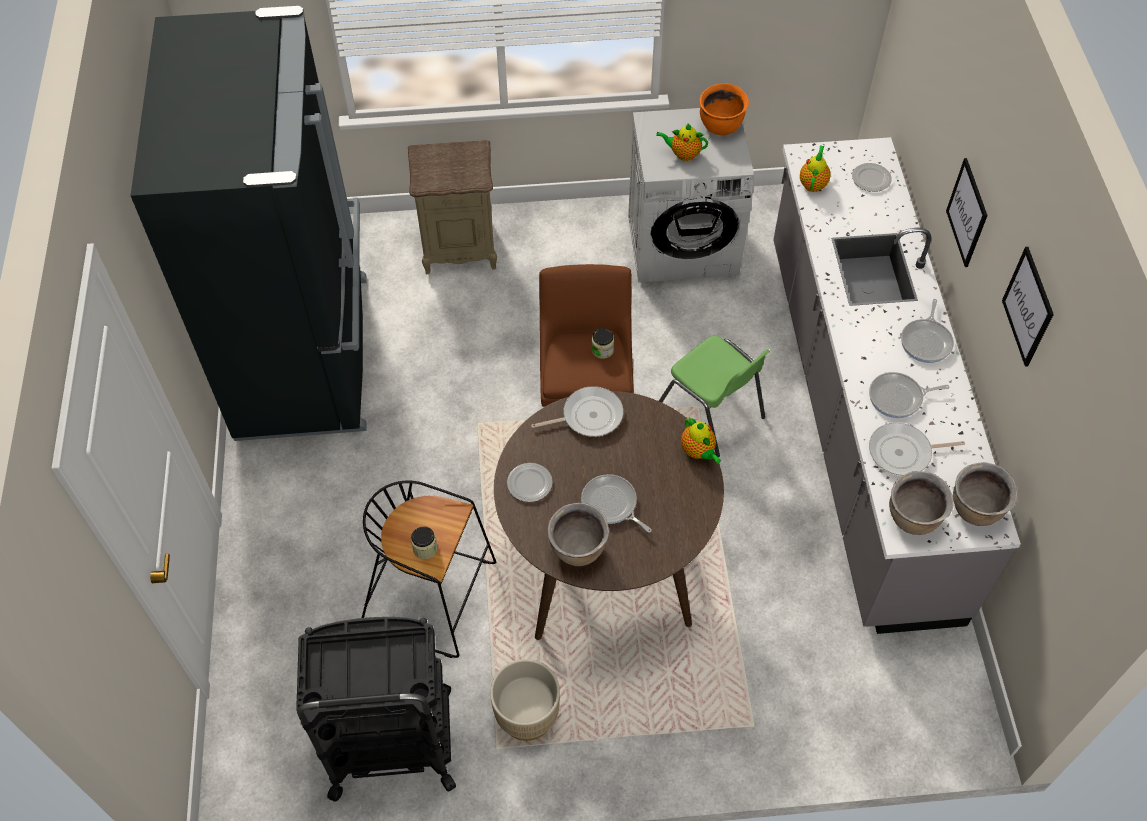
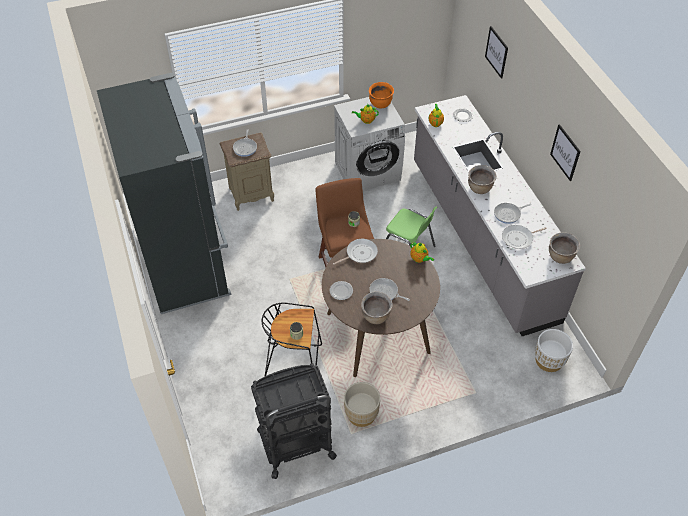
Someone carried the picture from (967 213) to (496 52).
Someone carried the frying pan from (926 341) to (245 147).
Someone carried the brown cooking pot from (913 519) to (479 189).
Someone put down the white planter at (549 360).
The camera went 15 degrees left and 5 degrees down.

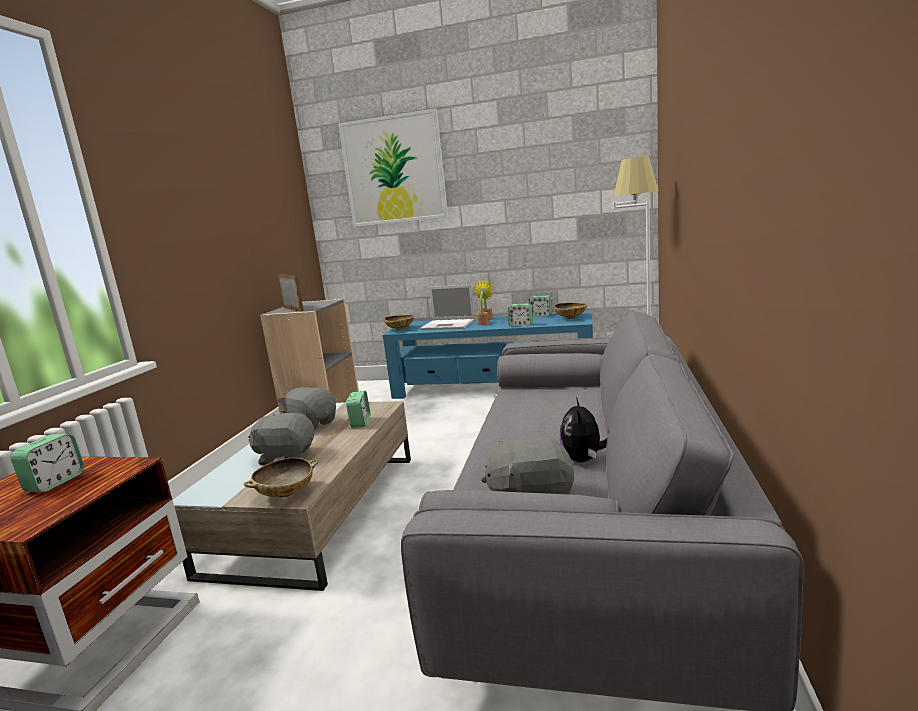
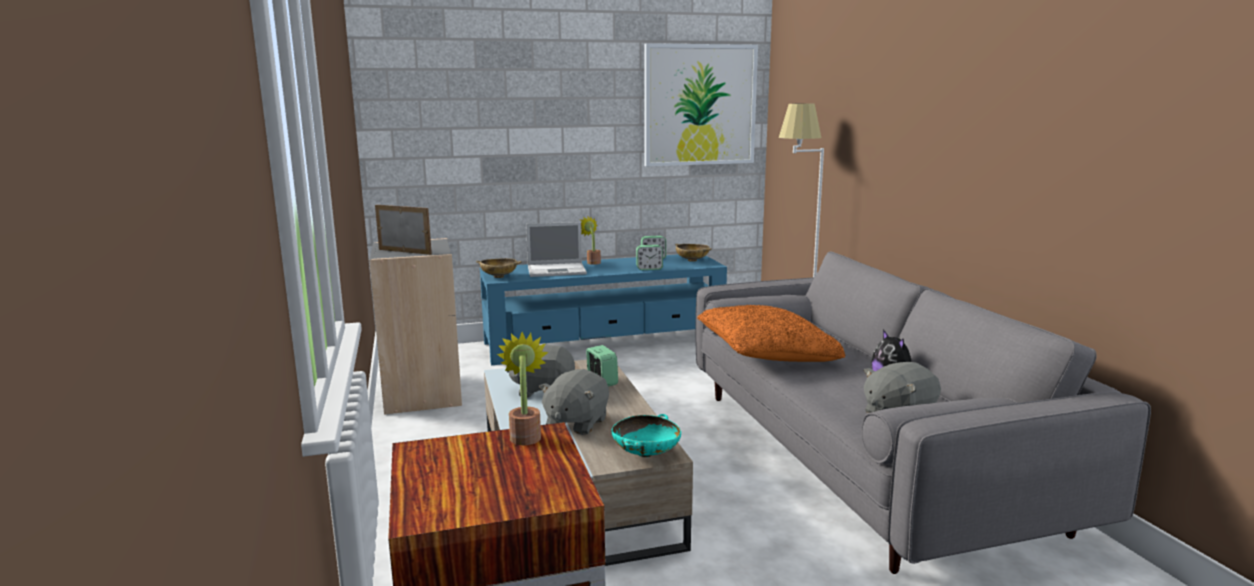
Someone carried the picture from (394 170) to (700 105).
Someone carried the potted plant from (484 323) to (525 435).
Someone rotated the grey plush toy at (286 456) by 45 degrees counterclockwise.
Someone took away the alarm clock at (55 483).
Someone repainted the beige bowl at (286 494), which became the turquoise bowl at (646 453).
Someone put down the orange pillow at (768 354).
The camera went 30 degrees left and 0 degrees up.

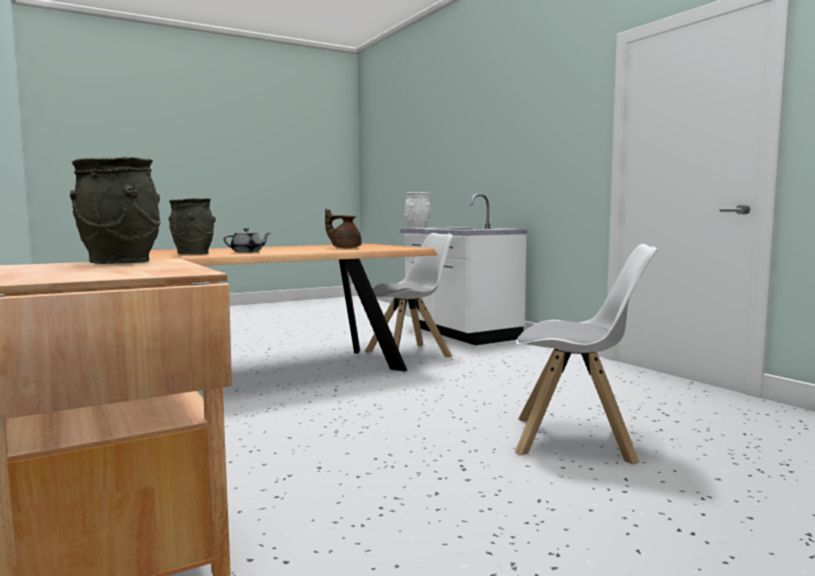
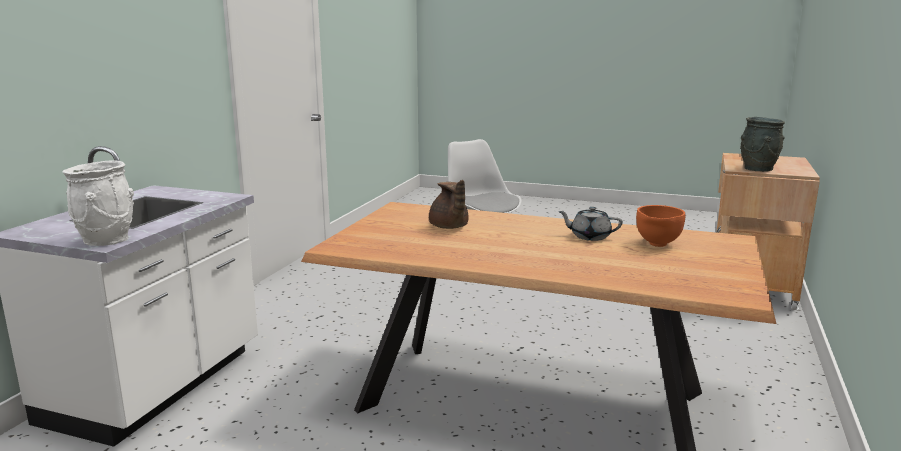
Someone swapped the grey vase at (193 253) for the orange bowl at (657 245).
Someone took away the chair at (410 354).
The camera went 130 degrees left and 10 degrees up.

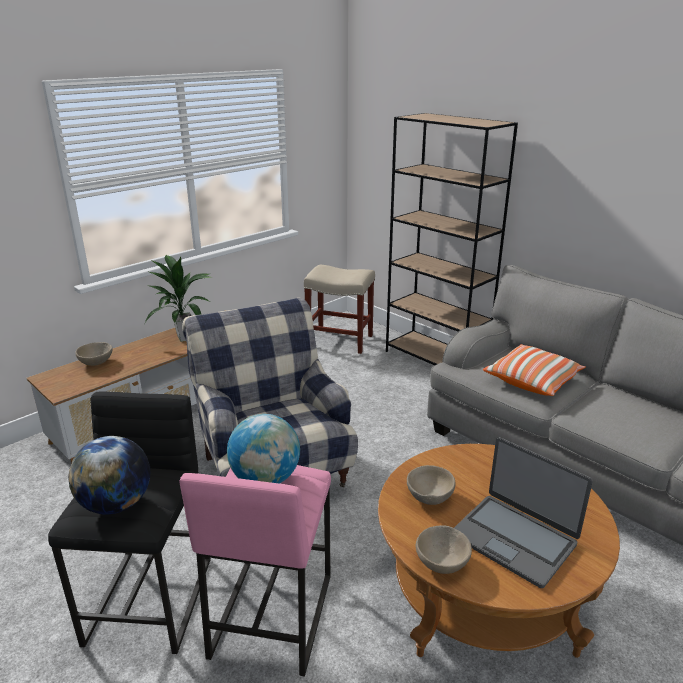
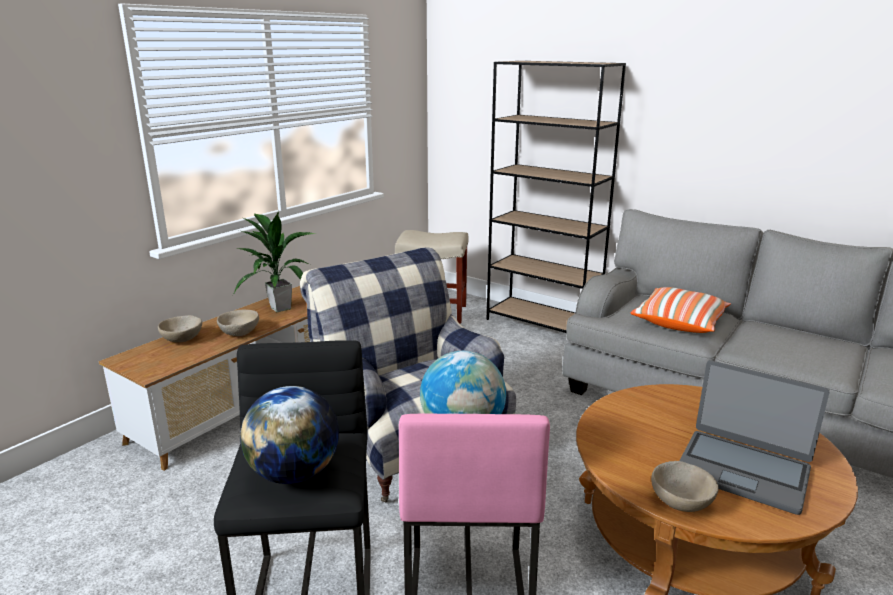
Someone carried the beige bowl from (429 496) to (239 333).
The camera went 10 degrees left and 5 degrees down.

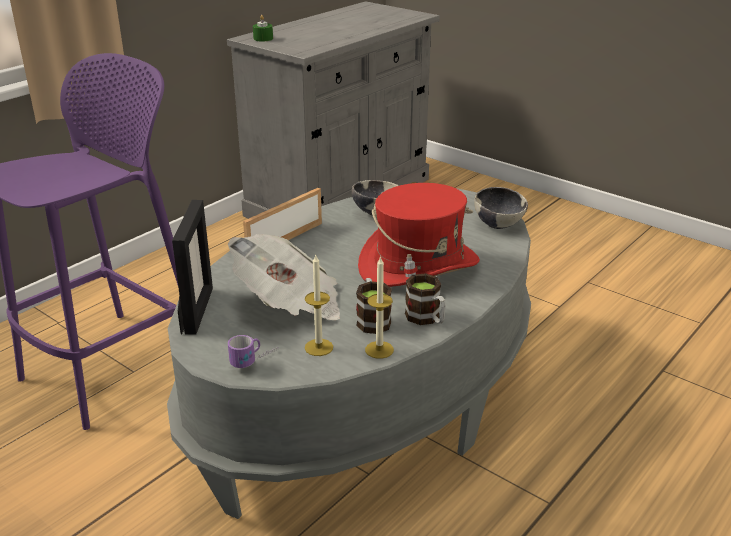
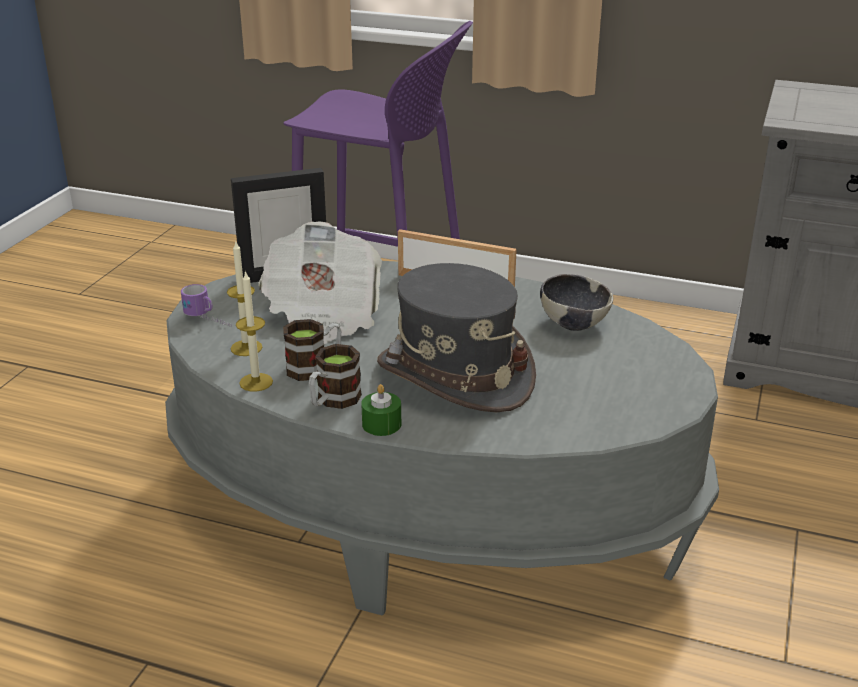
Someone carried the green candle from (263 38) to (381 424).
Someone repainted the red hat at (418 266), which became the grey hat at (455 375).
Someone took away the bowl at (498 224).
The camera went 70 degrees right and 0 degrees up.

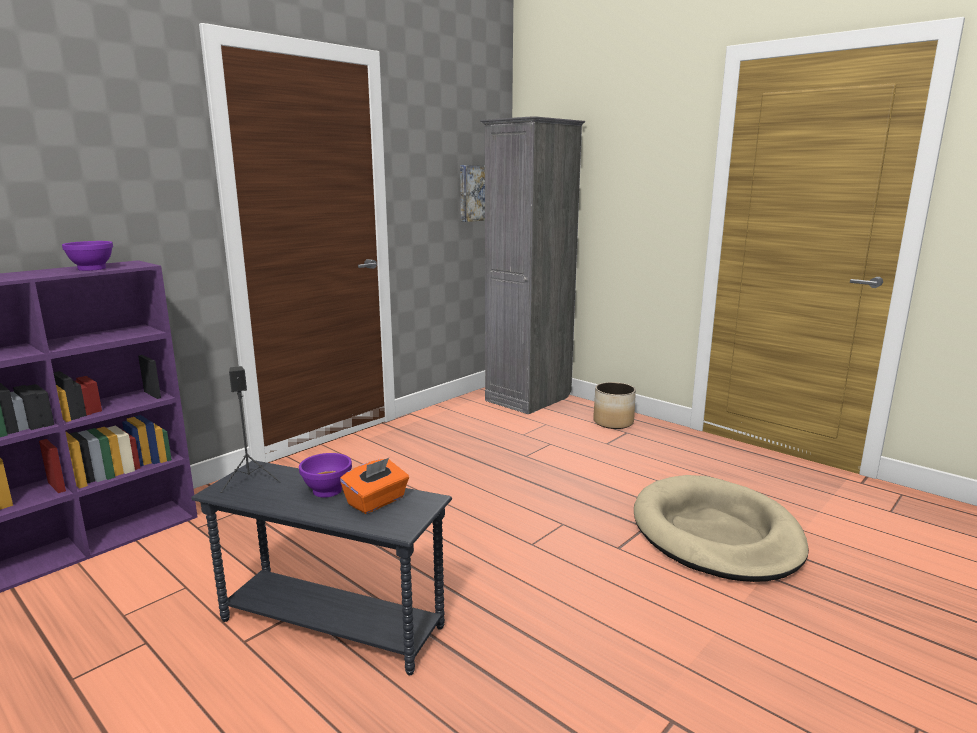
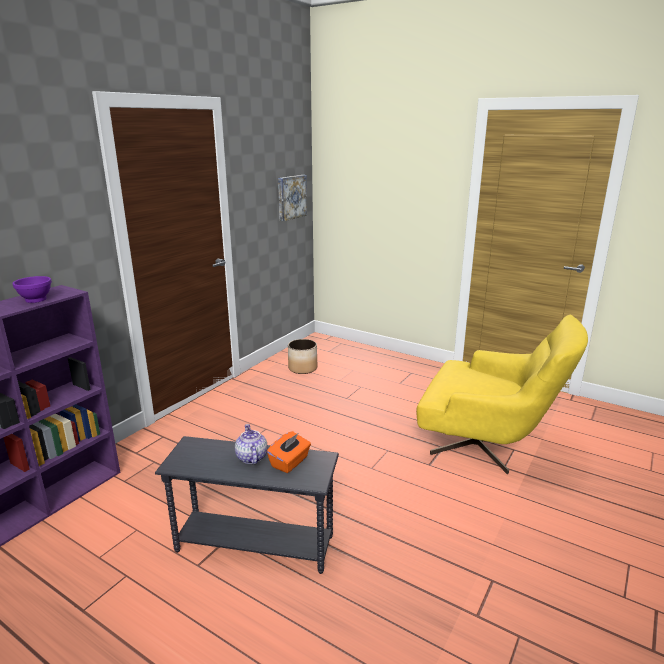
Someone took away the grey cabinet at (528 399).
Someone took away the black speaker at (250 480).
Someone carried the planter from (613 422) to (303 368).
Someone swapped the purple bowl at (326 491) for the teapot at (251 457).
Someone swapped the beige dog bed at (715 534) for the yellow armchair at (488 447).
The camera went 10 degrees left and 5 degrees up.

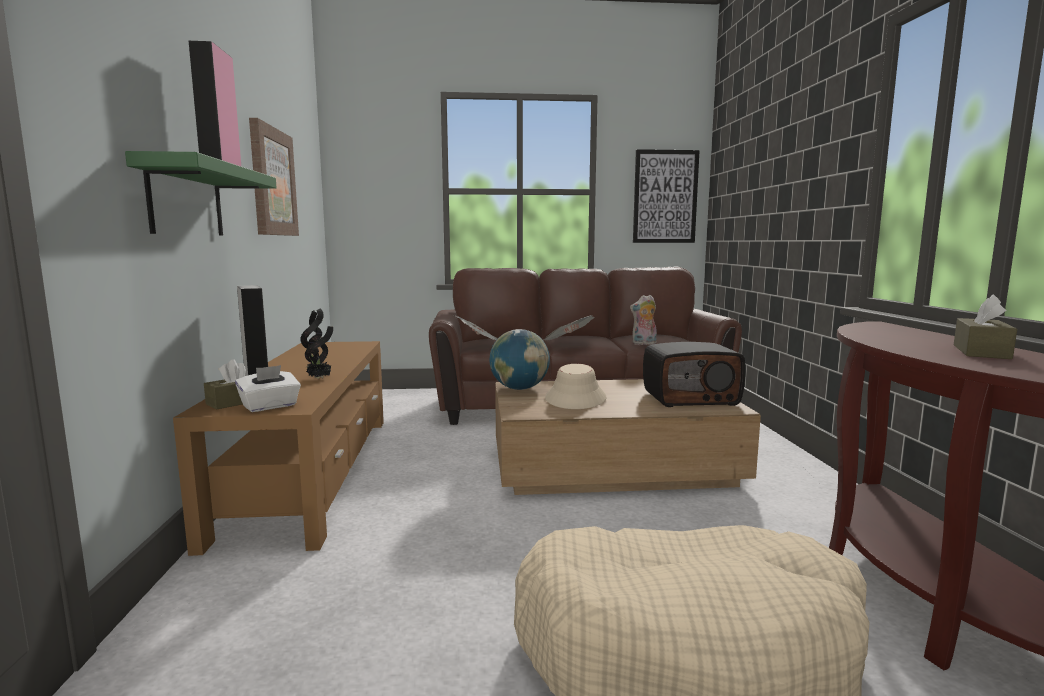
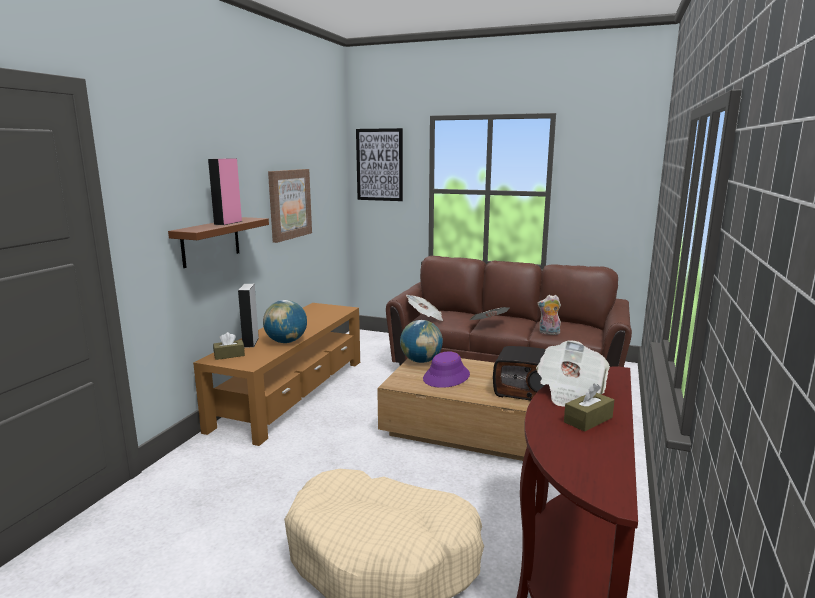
Someone carried the picture from (665 197) to (379 165).
Someone repainted the green shelf at (186 200), which became the brown shelf at (210 241).
Someone swapped the potted plant at (319 378) for the globe at (286 342).
Someone repainted the beige hat at (576 398), which became the purple hat at (446 377).
Someone took away the white tissue box at (270 406).
Someone put down the newspaper at (570 392).
The camera went 25 degrees right and 5 degrees up.

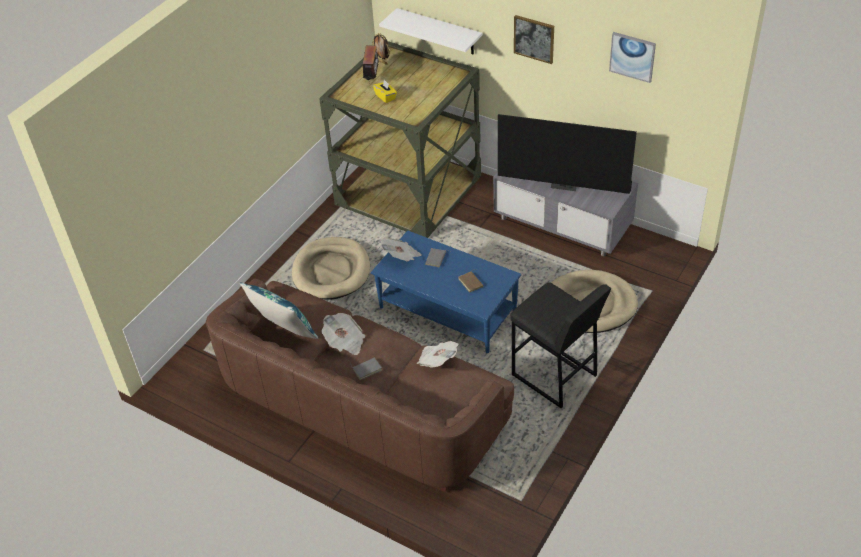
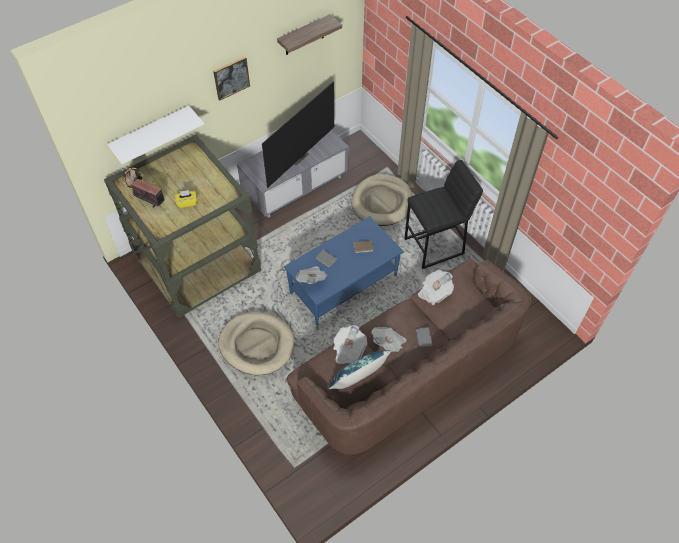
Someone swapped the picture at (632 56) for the shelf at (304 36).
Someone put down the newspaper at (348 350).
The camera went 70 degrees left and 10 degrees up.

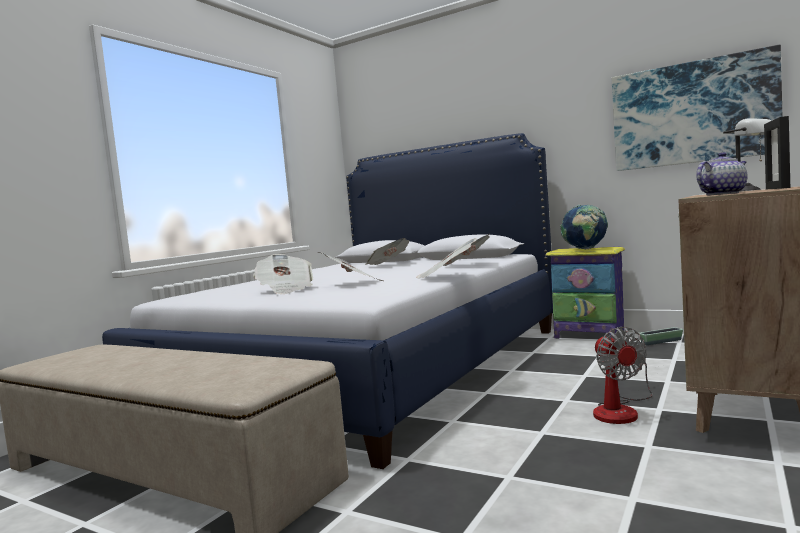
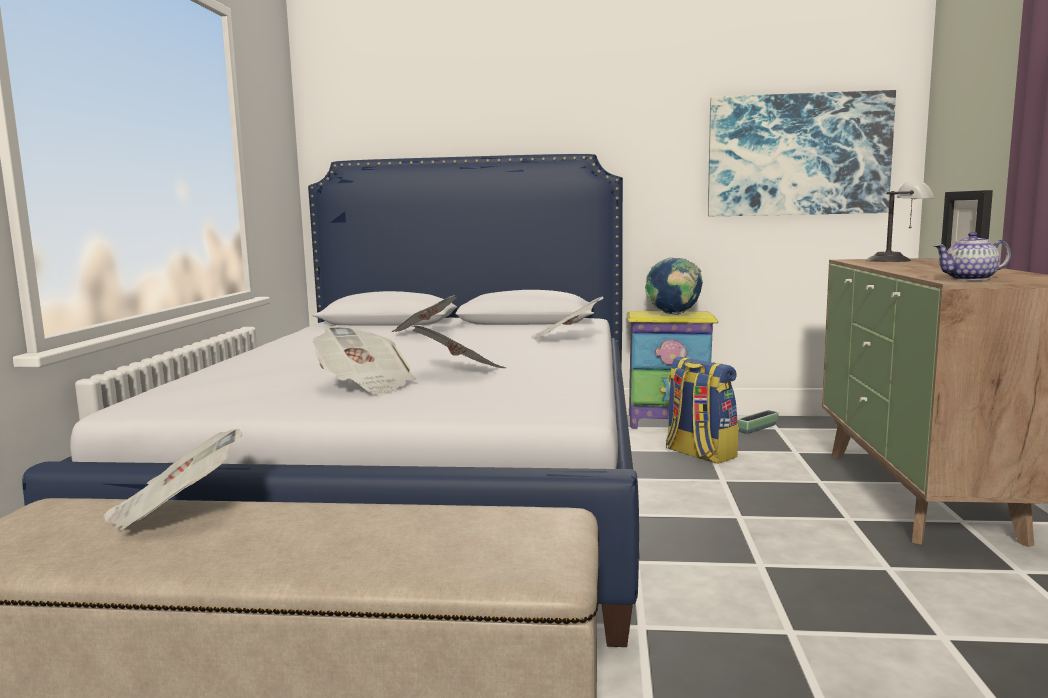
Someone rotated the teapot at (722 194) by 135 degrees counterclockwise.
Someone carried the newspaper from (446 276) to (175 513).
Someone took away the fan at (621 410).
Someone put down the backpack at (699 454).
The camera went 25 degrees left and 5 degrees up.

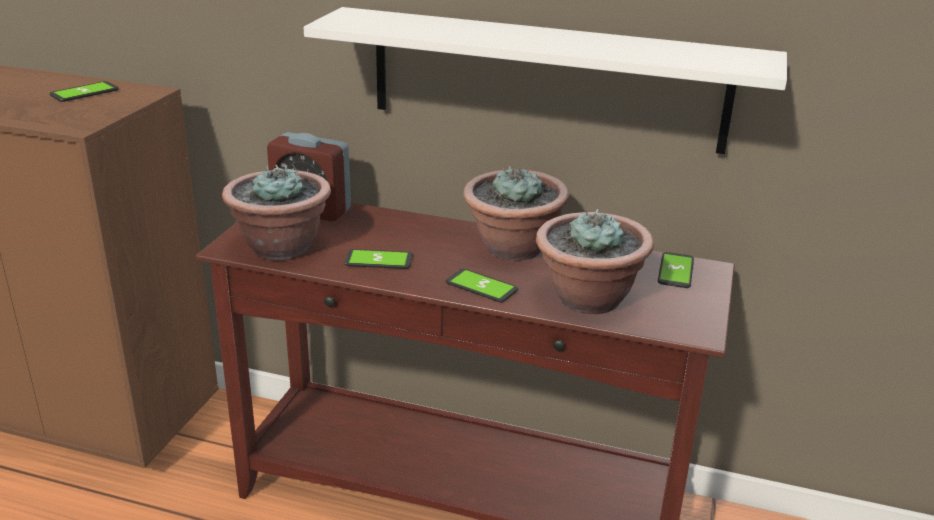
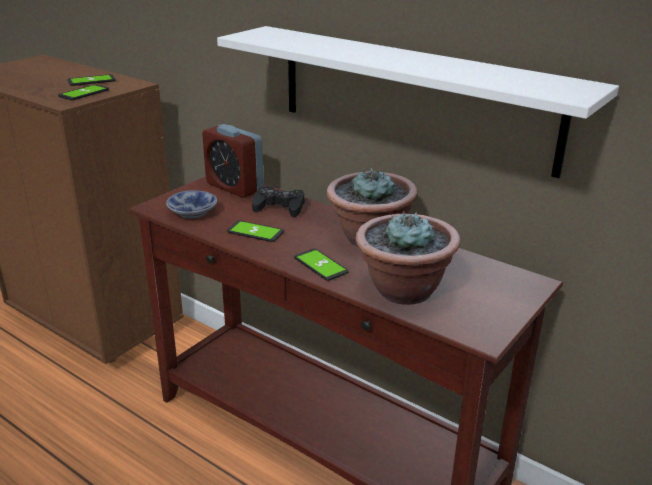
Someone swapped the potted plant at (280 247) for the bowl at (191 211).
Someone carried the phone from (675 271) to (84 93).
Someone put down the black game controller at (279 207).
The camera went 20 degrees right and 0 degrees up.

